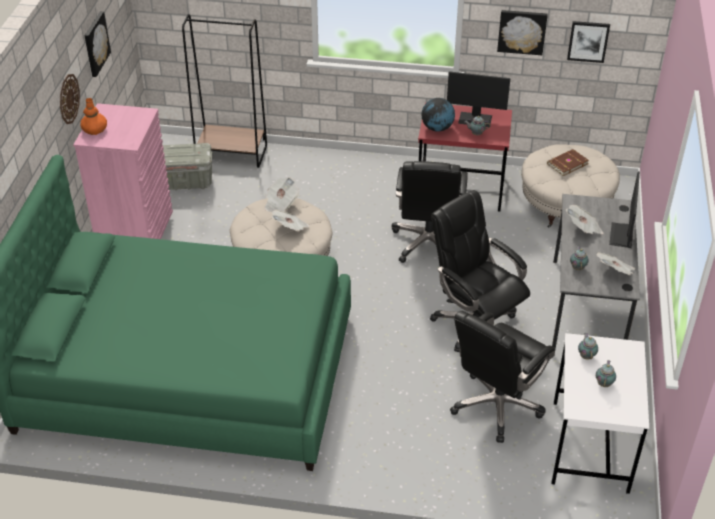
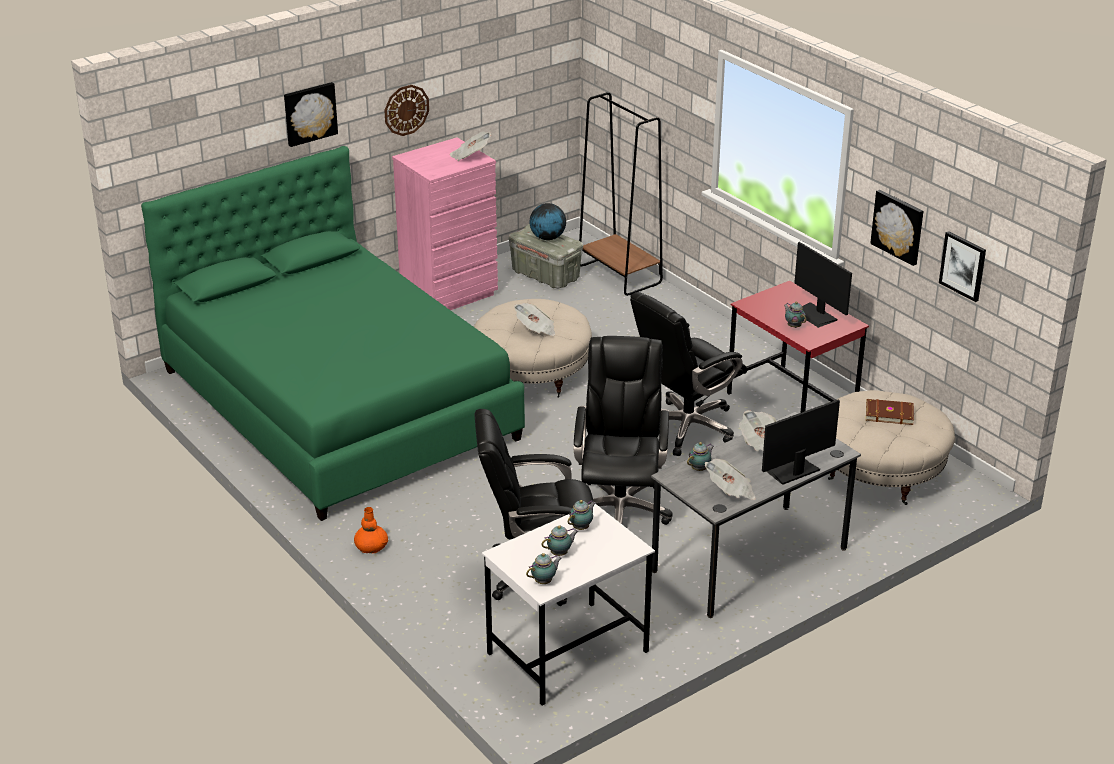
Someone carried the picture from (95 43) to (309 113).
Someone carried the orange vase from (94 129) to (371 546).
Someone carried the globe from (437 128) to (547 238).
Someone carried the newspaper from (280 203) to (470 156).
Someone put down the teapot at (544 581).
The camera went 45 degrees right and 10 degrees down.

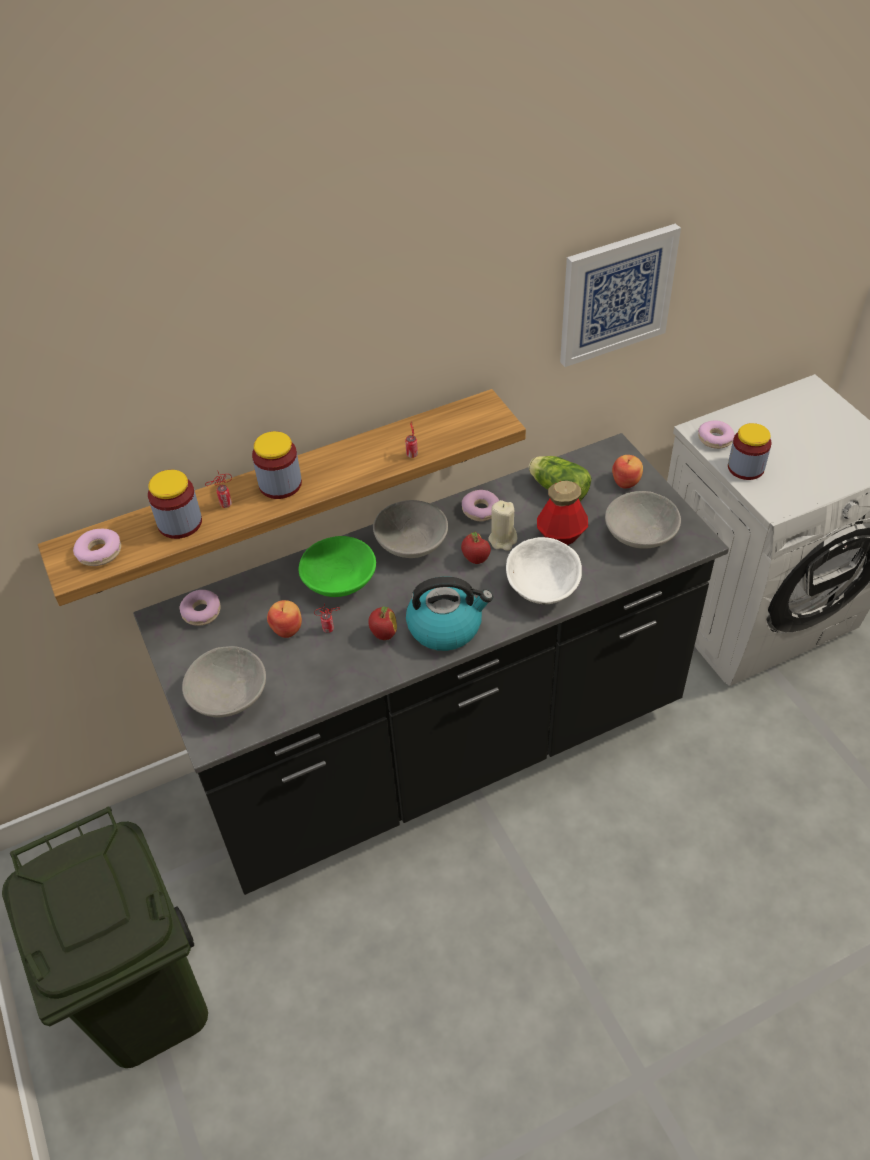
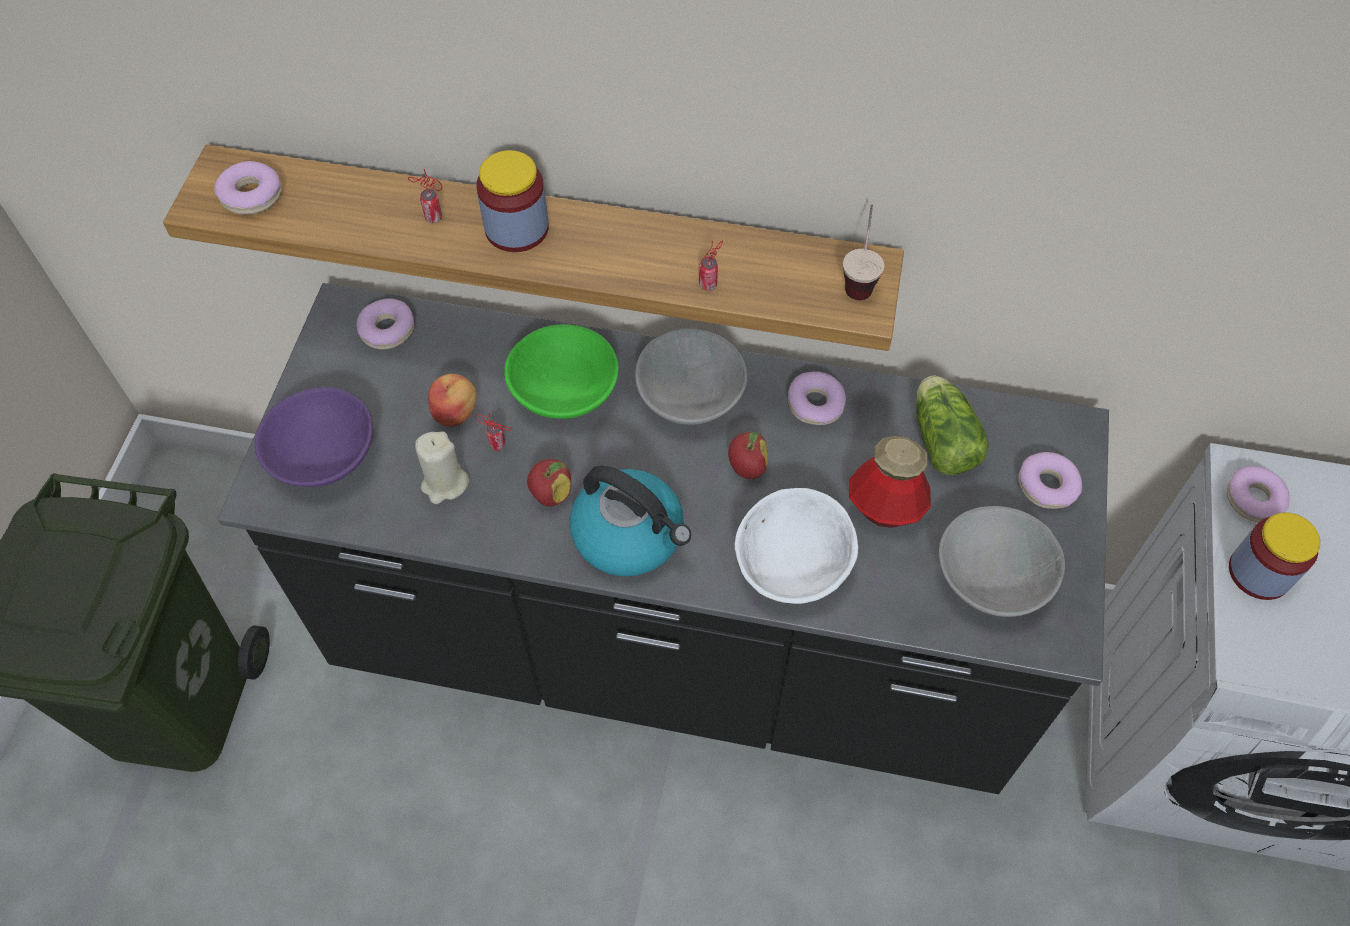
Someone took away the picture at (616 294).
Someone swapped the apple at (626 481) for the donut at (1047 486).
Someone took away the jar at (180 523).
Someone carried the beige candle from (503 539) to (444 483).
Someone repainted the grey bowl at (229 696), which became the purple bowl at (324 456).
Someone put down the cup at (859 277).
The camera went 35 degrees right and 10 degrees up.

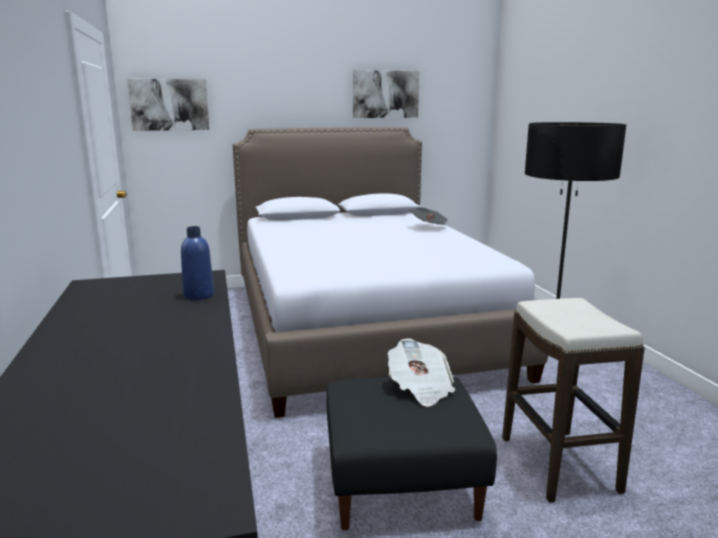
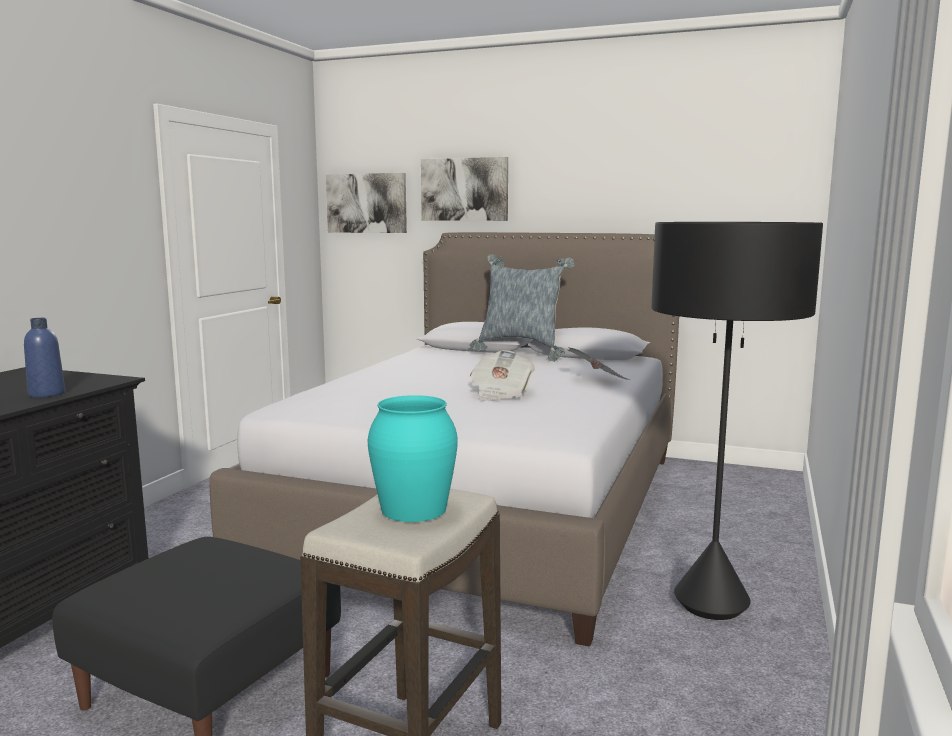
Someone carried the picture from (385 94) to (464 189).
Someone carried the newspaper from (420 388) to (500 394).
Someone put down the pillow at (522 355).
Someone put down the turquoise vase at (413 508).
The camera went 35 degrees right and 5 degrees down.

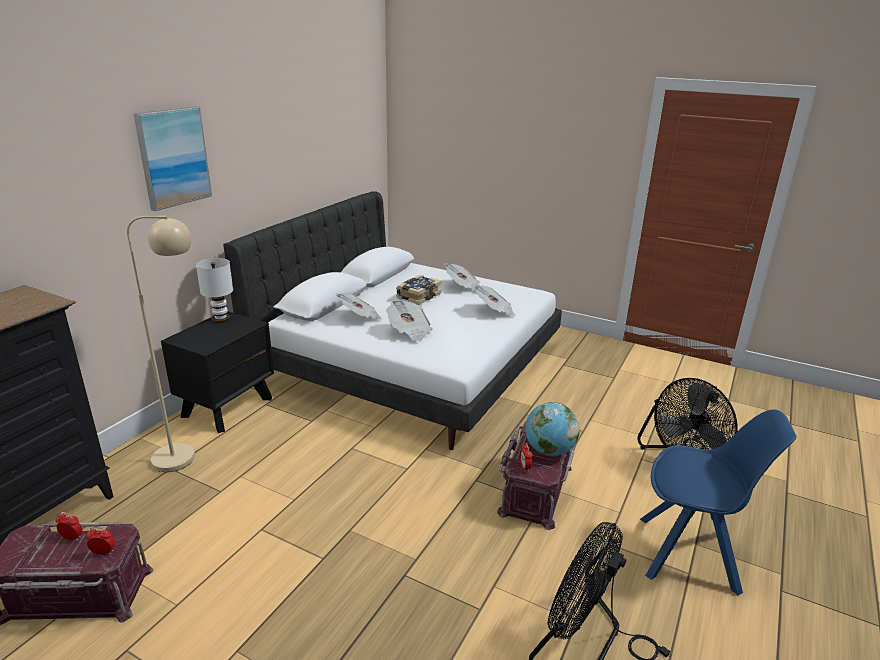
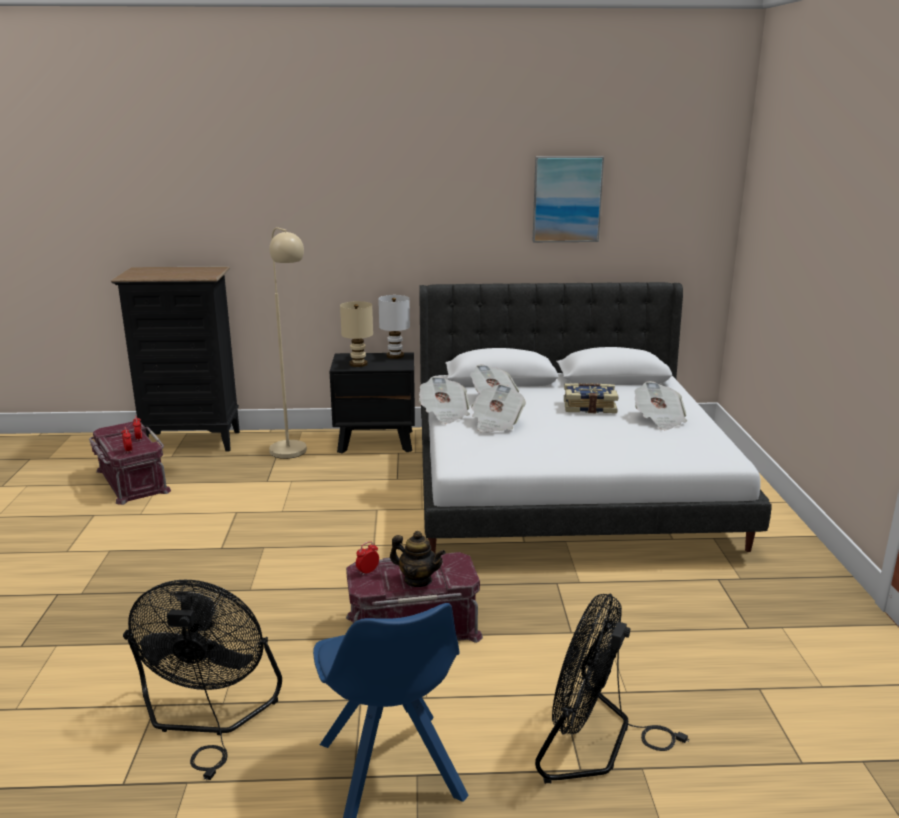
Someone carried the picture from (173 157) to (567 199).
Someone carried the newspaper from (494 311) to (444 414).
Someone swapped the globe at (549 451) for the teapot at (418 580).
Someone put down the beige table lamp at (358 364).
The camera went 60 degrees right and 5 degrees down.

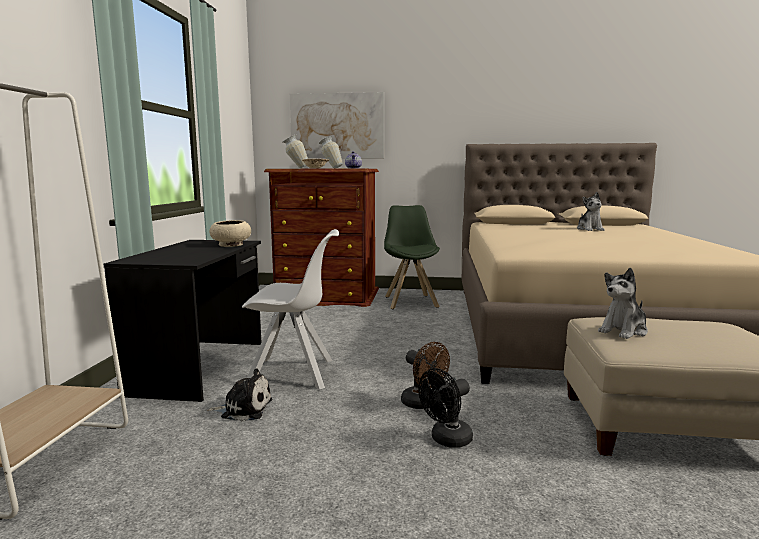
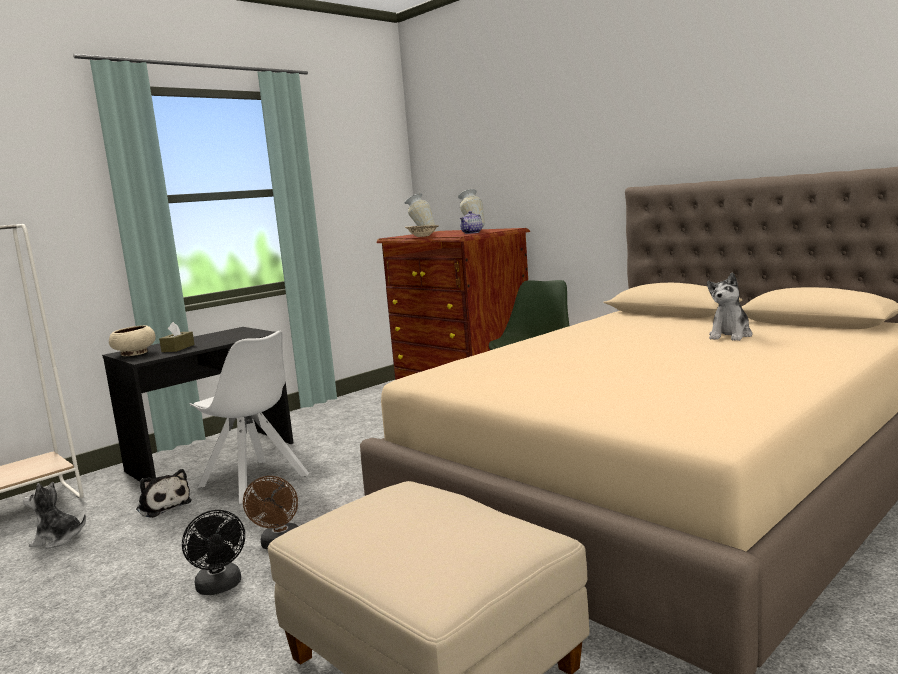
Someone took away the picture at (337 126).
Someone carried the beige bowl from (231 245) to (134 353).
Someone carried the plush toy from (623 331) to (58 539).
Someone rotated the black fan at (446 440) by 120 degrees counterclockwise.
Someone put down the brown tissue box at (178 348).
The camera went 40 degrees right and 0 degrees up.

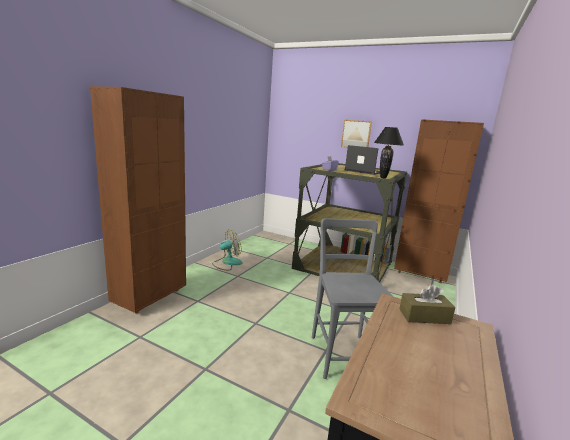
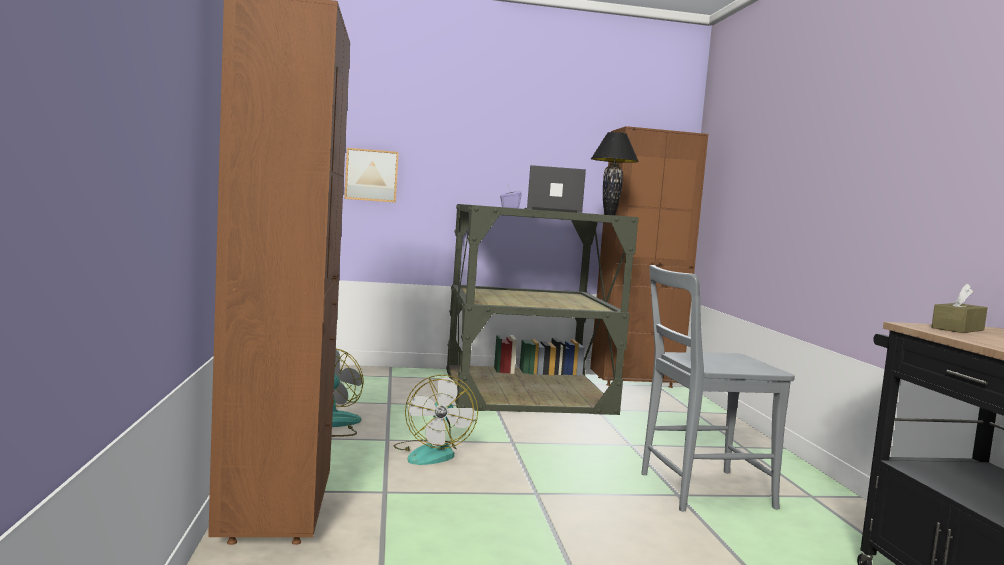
Someone carried the picture from (356 134) to (371 175).
Someone rotated the grey chair at (342 352) by 60 degrees counterclockwise.
Someone put down the fan at (432 452).
The camera went 35 degrees left and 10 degrees down.

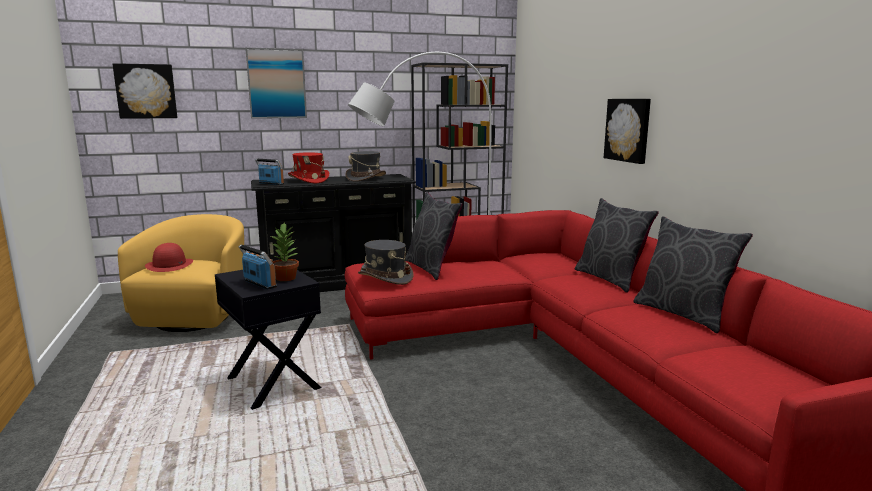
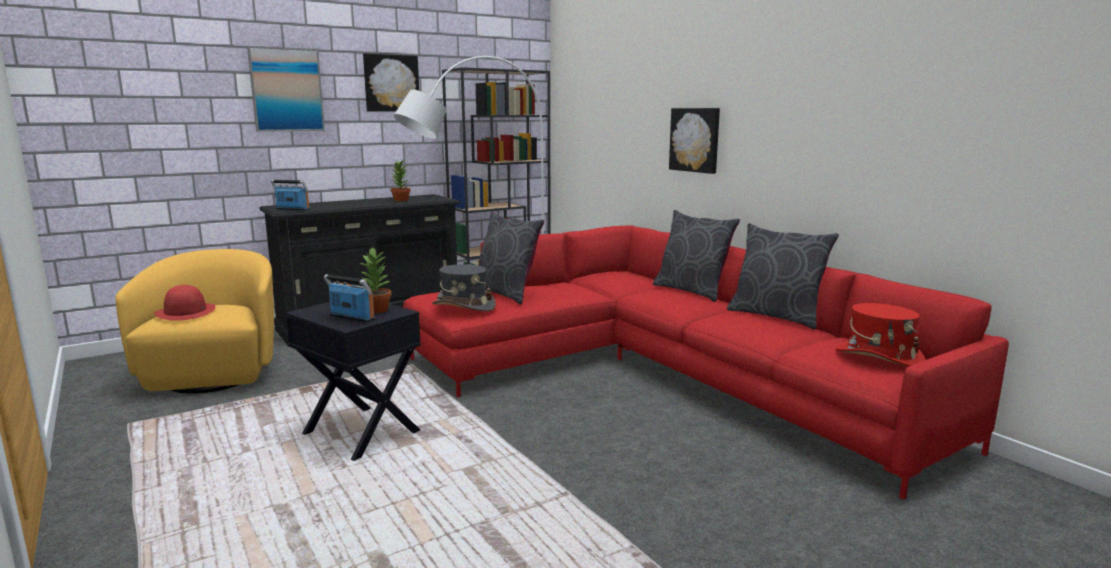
Someone carried the picture from (146 91) to (391 83).
Someone swapped the grey hat at (366 178) for the potted plant at (401 200).
Someone carried the red hat from (308 180) to (878 357).
The camera went 15 degrees left and 0 degrees up.

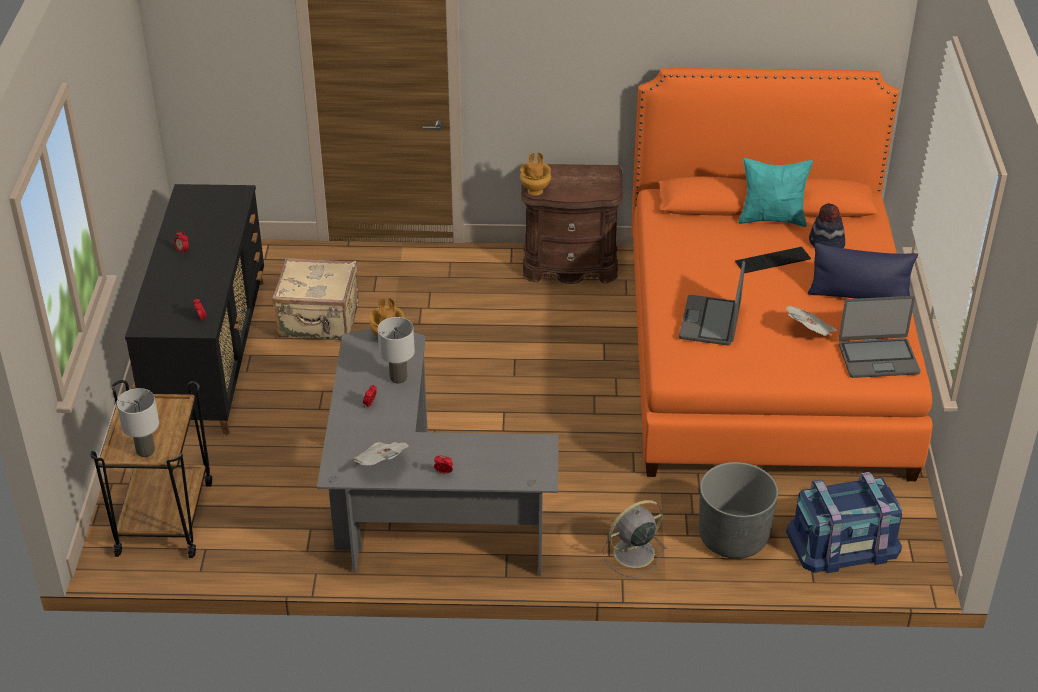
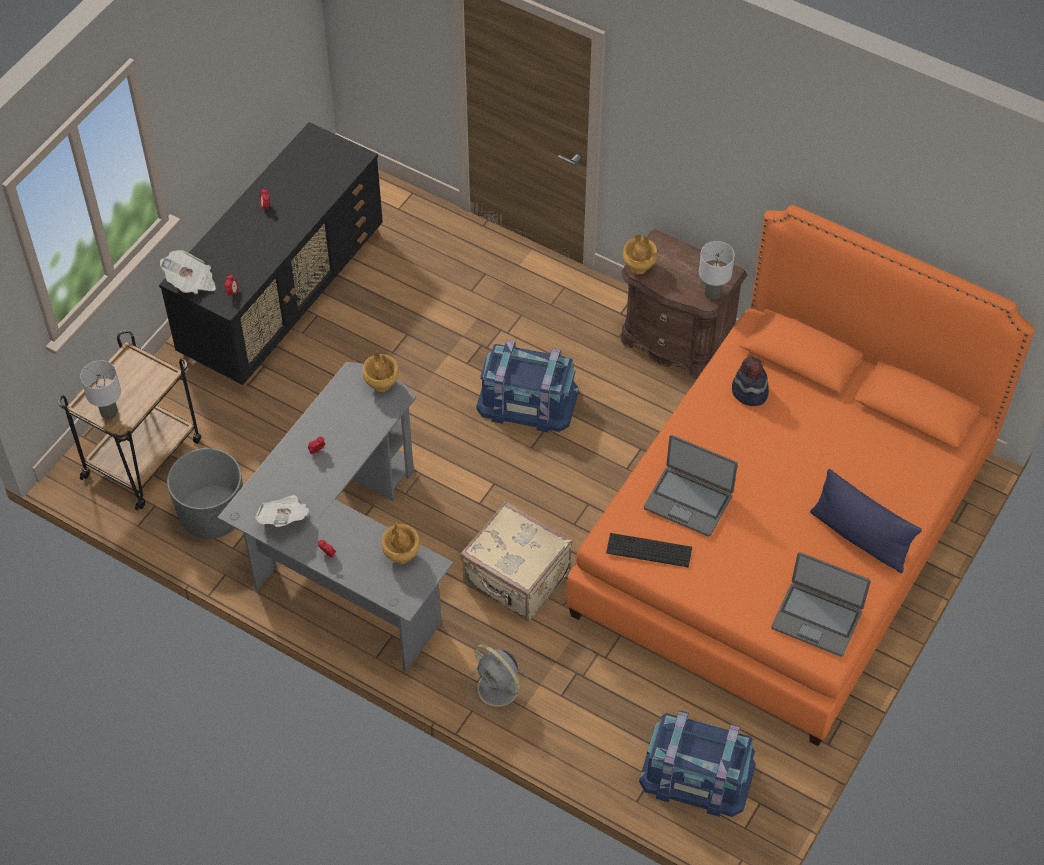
Someone took away the turquoise pillow at (772 219).
Someone carried the hat from (826 243) to (749 392).
Someone carried the keyboard from (773 260) to (649 550).
Someone carried the beige suitcase from (319 321) to (516 579).
Someone rotated the laptop at (711 322) by 105 degrees counterclockwise.
Someone carried the newspaper from (810 332) to (191 282).
Someone carried the white table lamp from (397 378) to (712 293).
Someone carried the grey planter from (733 537) to (212 514).
Someone rotated the grey fan at (632 553) by 135 degrees counterclockwise.
Someone put down the blue storage box at (528 400).
Someone put down the brown vase at (401 555).
The camera went 30 degrees right and 15 degrees up.

